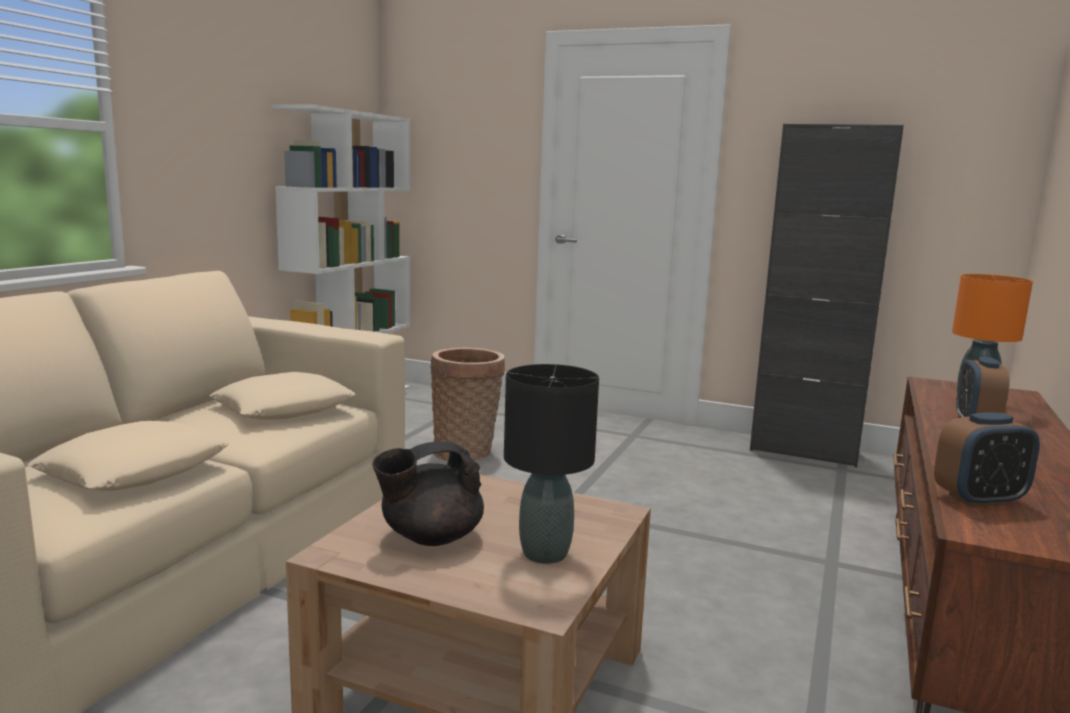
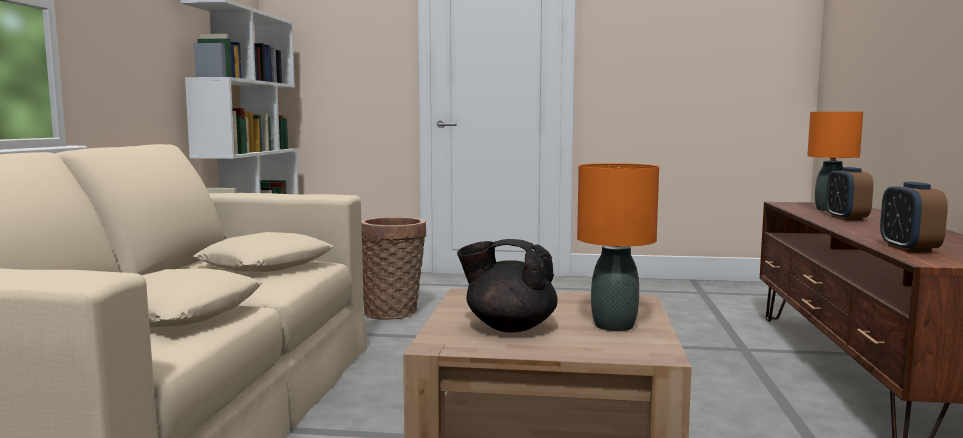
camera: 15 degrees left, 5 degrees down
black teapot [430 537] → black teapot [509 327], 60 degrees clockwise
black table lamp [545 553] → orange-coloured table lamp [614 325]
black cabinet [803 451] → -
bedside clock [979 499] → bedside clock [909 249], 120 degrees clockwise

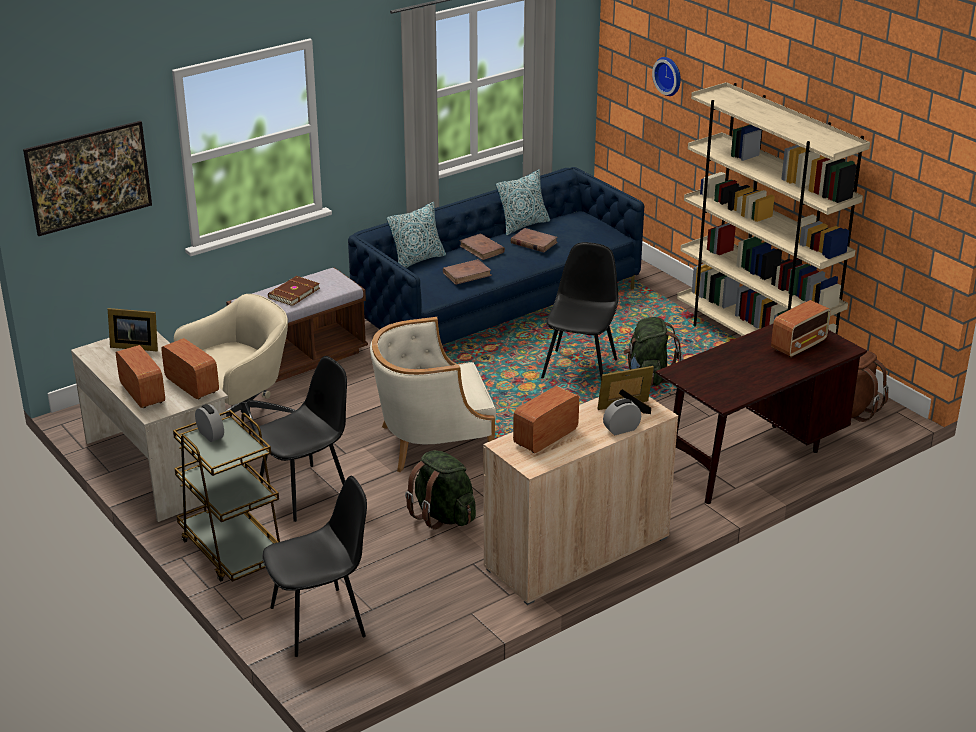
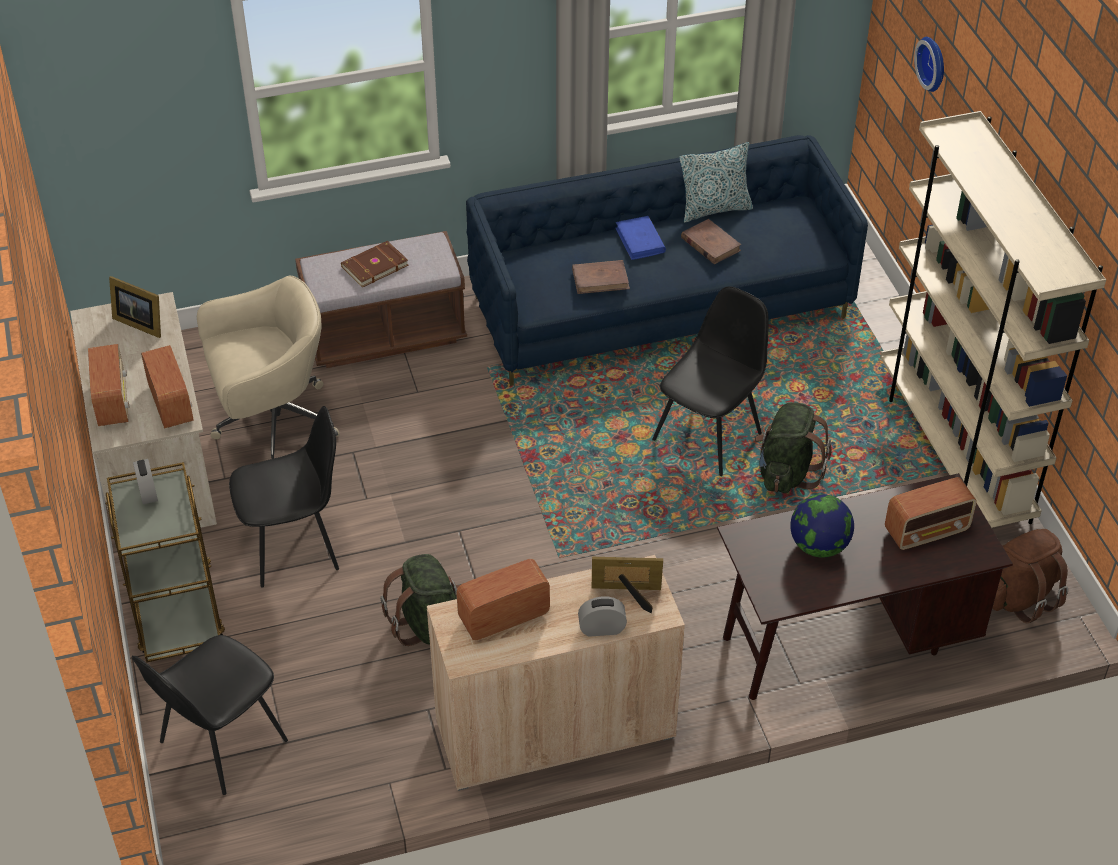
camera: 20 degrees right, 15 degrees up
picture [92 198] → -
black plain chair [320 621] → black plain chair [220 743], 135 degrees clockwise
beige-coloured lounge chair [433 442] → -
pillow [417 260] → -
brown book [482 249] → bluish book [640 240]
- → desk globe [819 546]

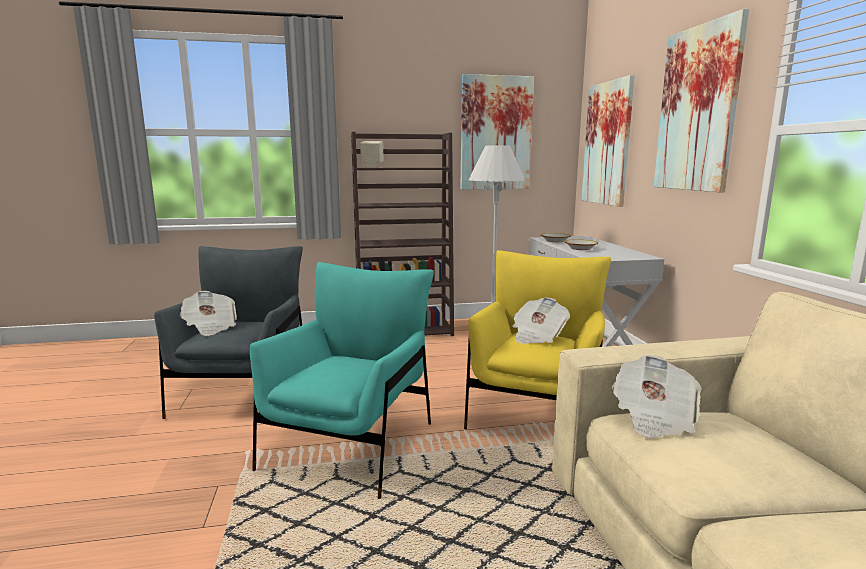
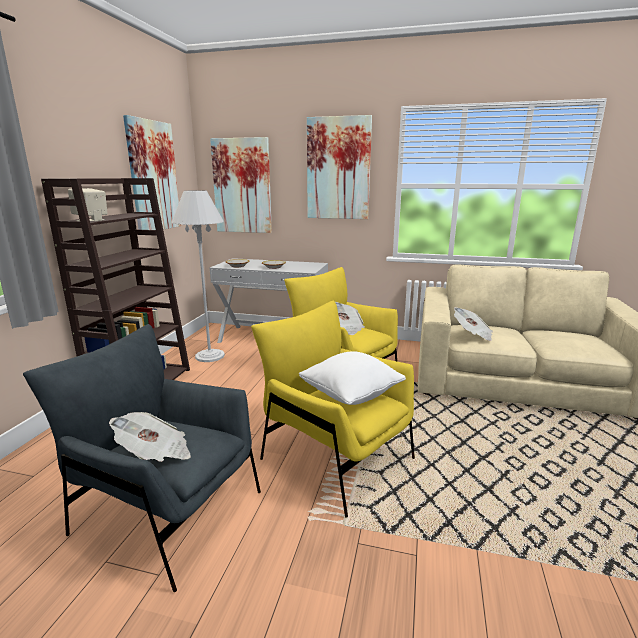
camera: 65 degrees left, 5 degrees up
blue-green lounge chair [350 444] → yellow-coloured lounge chair [336 458]
- → white-coloured pillow [351 395]

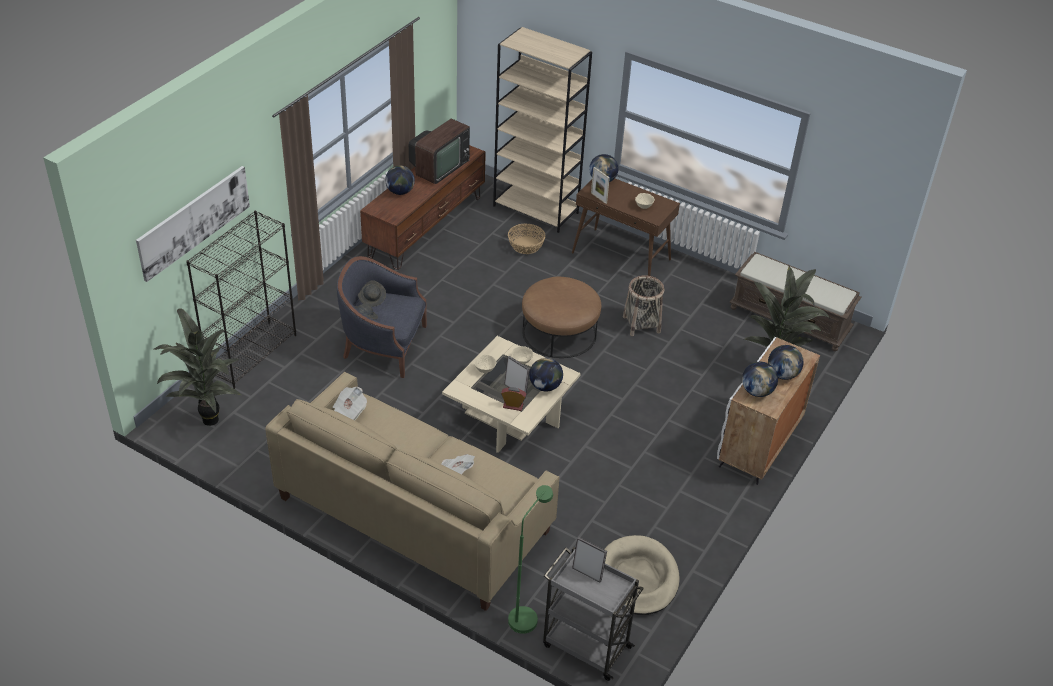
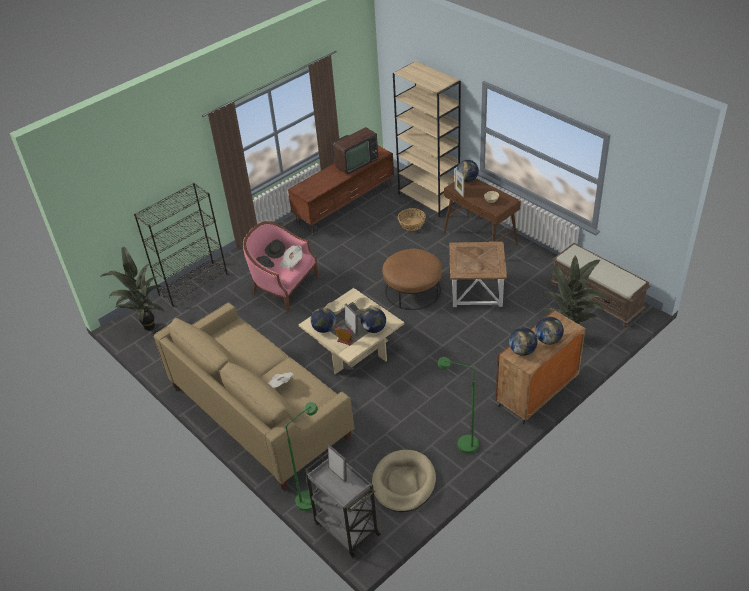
camera: 20 degrees right, 0 degrees up
picture [194 221] → -
printed paper [347 413] → printed paper [291 262], moved
bluish lounge chair [383 345] → pink-coloured lounge chair [284 287]
desk globe [400 192] → desk globe [324 329], moved
basket [641 324] → brown accent table [477 291]
white-coloured cabinet [759 444] → brown cabinet [537 392]
- → green standard lamp [461 444]

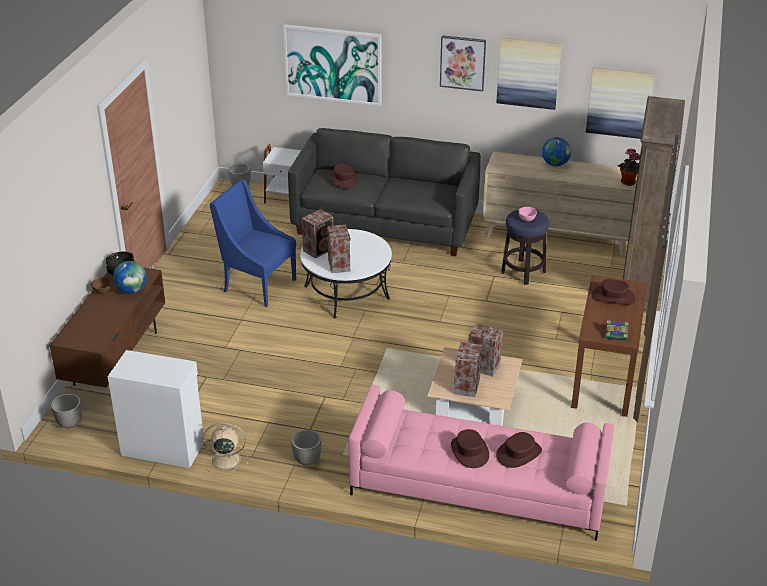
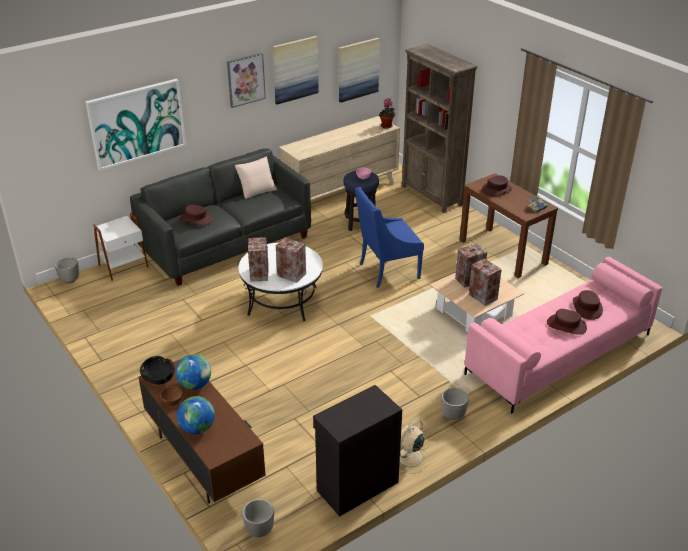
camera: 50 degrees left, 0 degrees up
white-coloured cabinet [163 447] → black cabinet [356 486]
bluish lounge chair [257 285] → bluish lounge chair [387 271], moved
desk globe [555 164] → desk globe [197 428], moved
- → beige-coloured pillow [256 190]

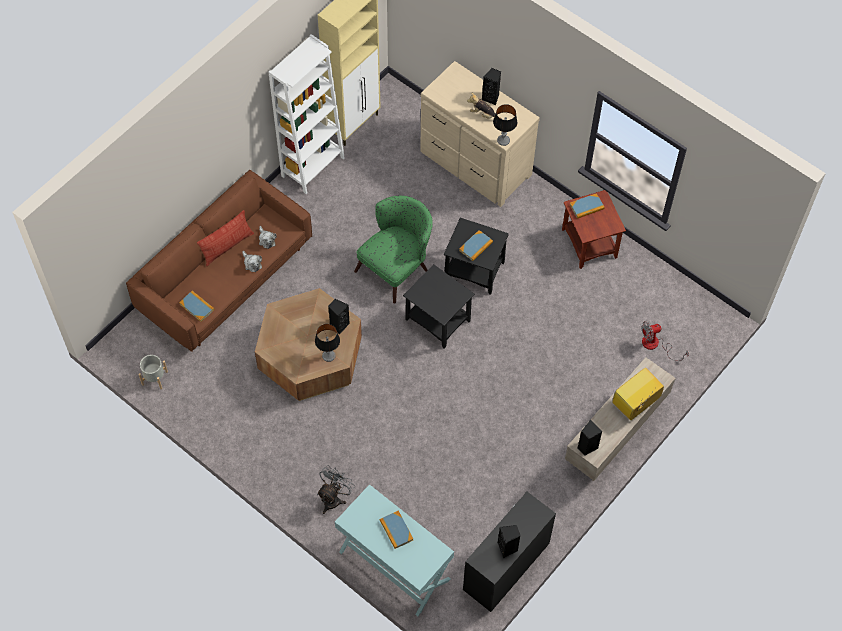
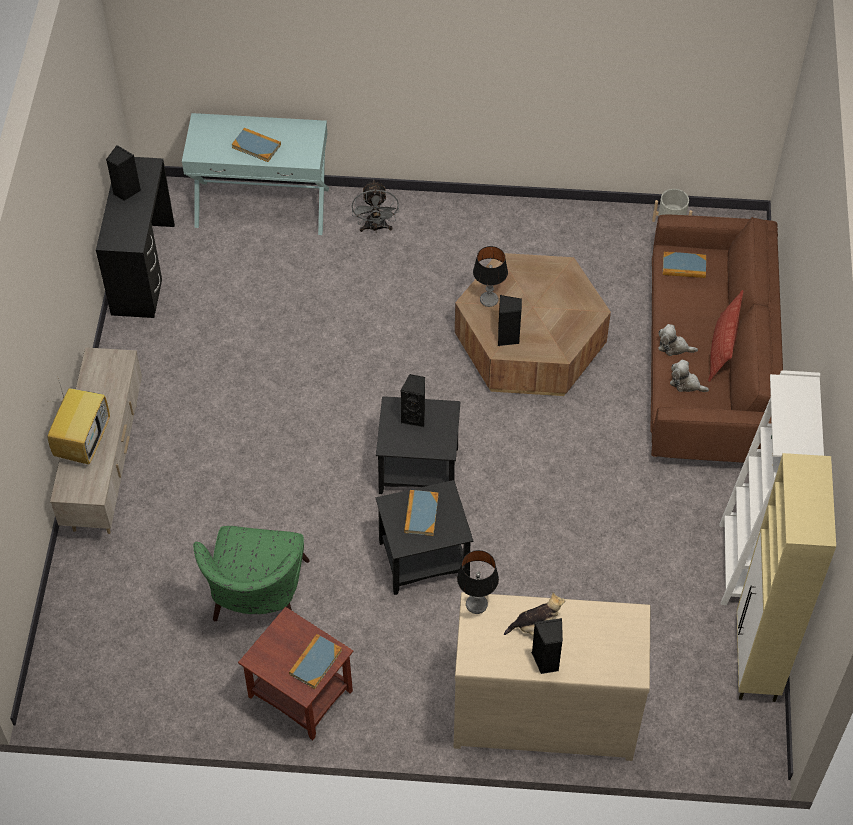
camera: 145 degrees right, 5 degrees down
green lounge chair [397 267] → green lounge chair [257 601], moved
black speaker [586 447] → black speaker [415 417], moved
cooling fan [656 345] → -

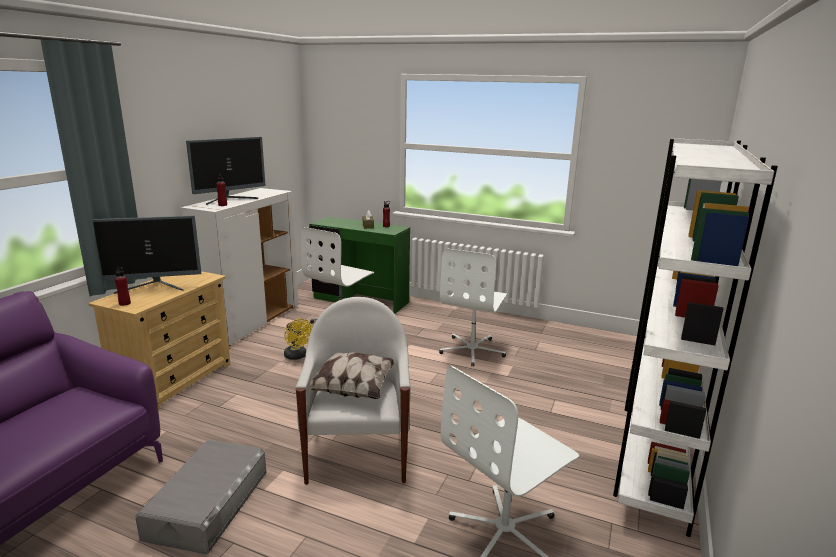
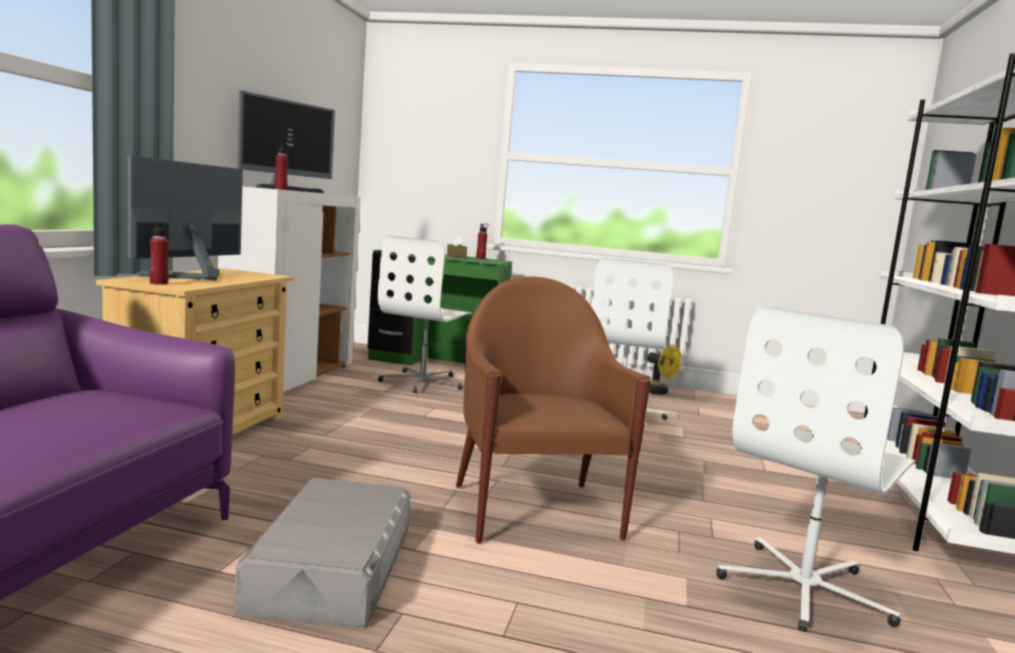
camera: 10 degrees left, 10 degrees down
computer display [154 287] → computer display [193 276], 135 degrees clockwise
yellow-coloured cooling fan [297 356] → yellow-coloured cooling fan [658 392], moved
white-coloured lounge chair [358 453] → brown lounge chair [535 510]
pillow [352 389] → -

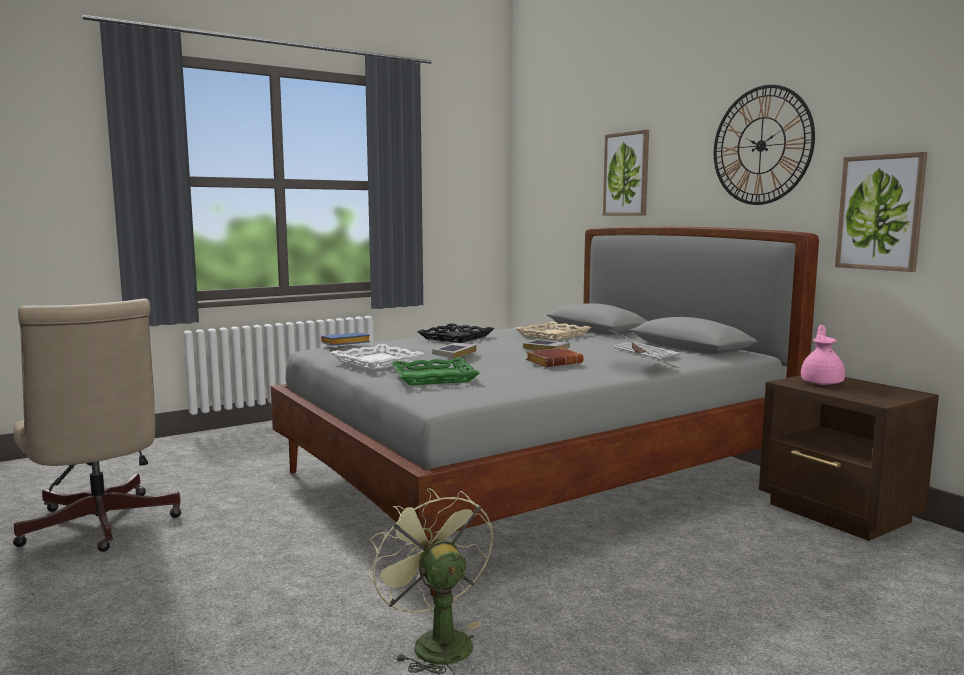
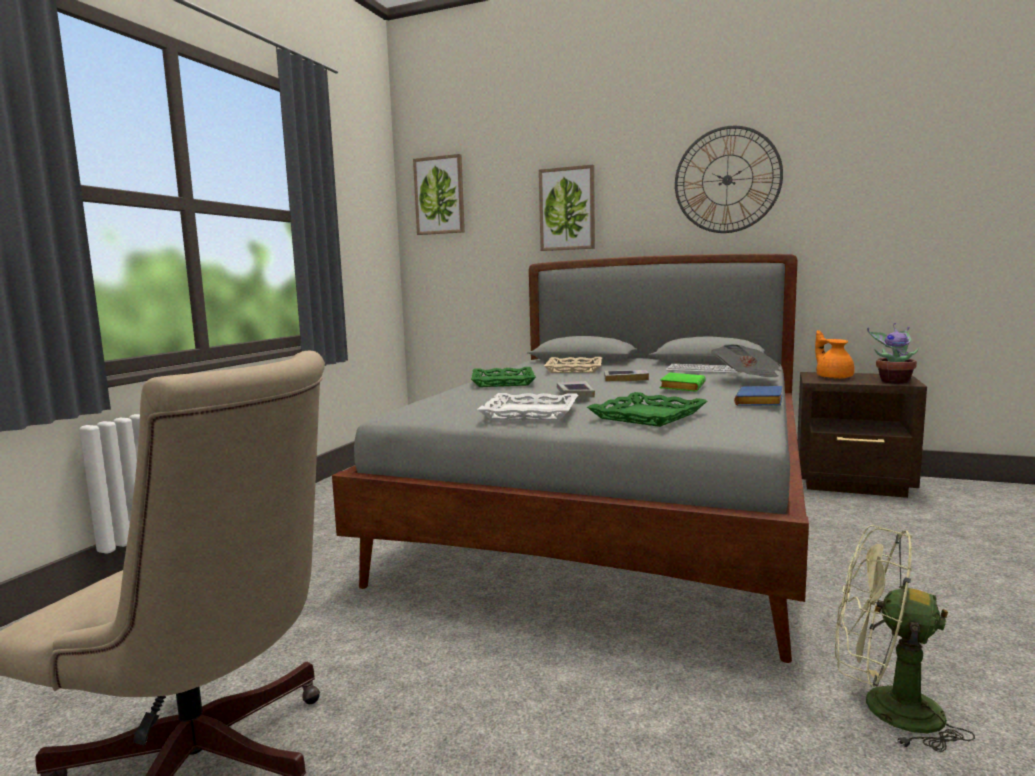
camera: 35 degrees left, 0 degrees up
bluish book [345 344] → bluish book [761 402], moved
black tray [456 337] → green tray [503 382]
brown book [554 362] → green book [681 387]
pink-coloured teapot [822 382] → orange-coloured teapot [833 377]
picture [880 212] → picture [439 195], moved
- → potted plant [893 381]

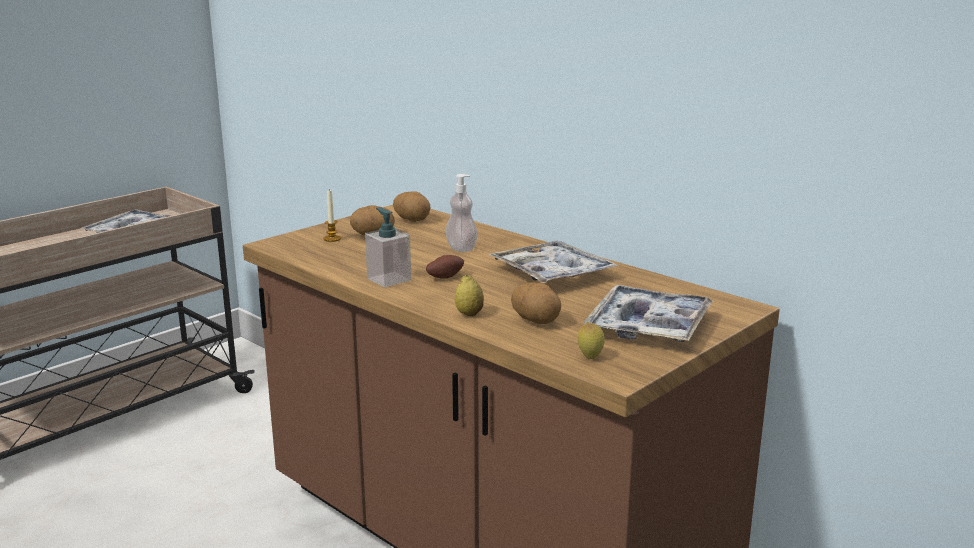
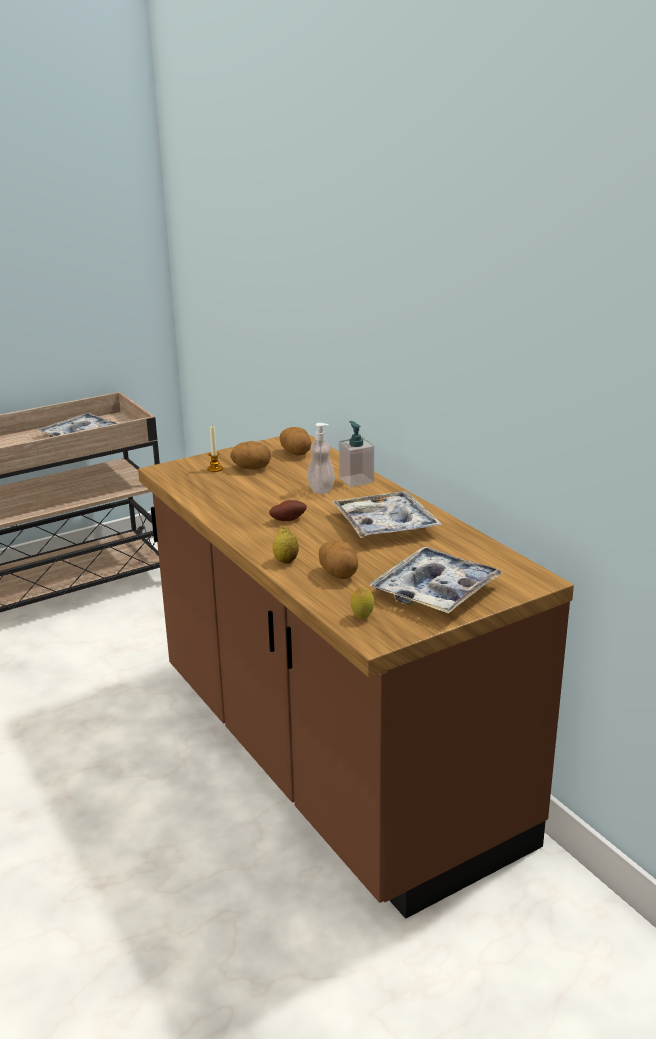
camera: 15 degrees right, 5 degrees up
liquid soap bottle [388 279] → liquid soap bottle [356 480], moved

